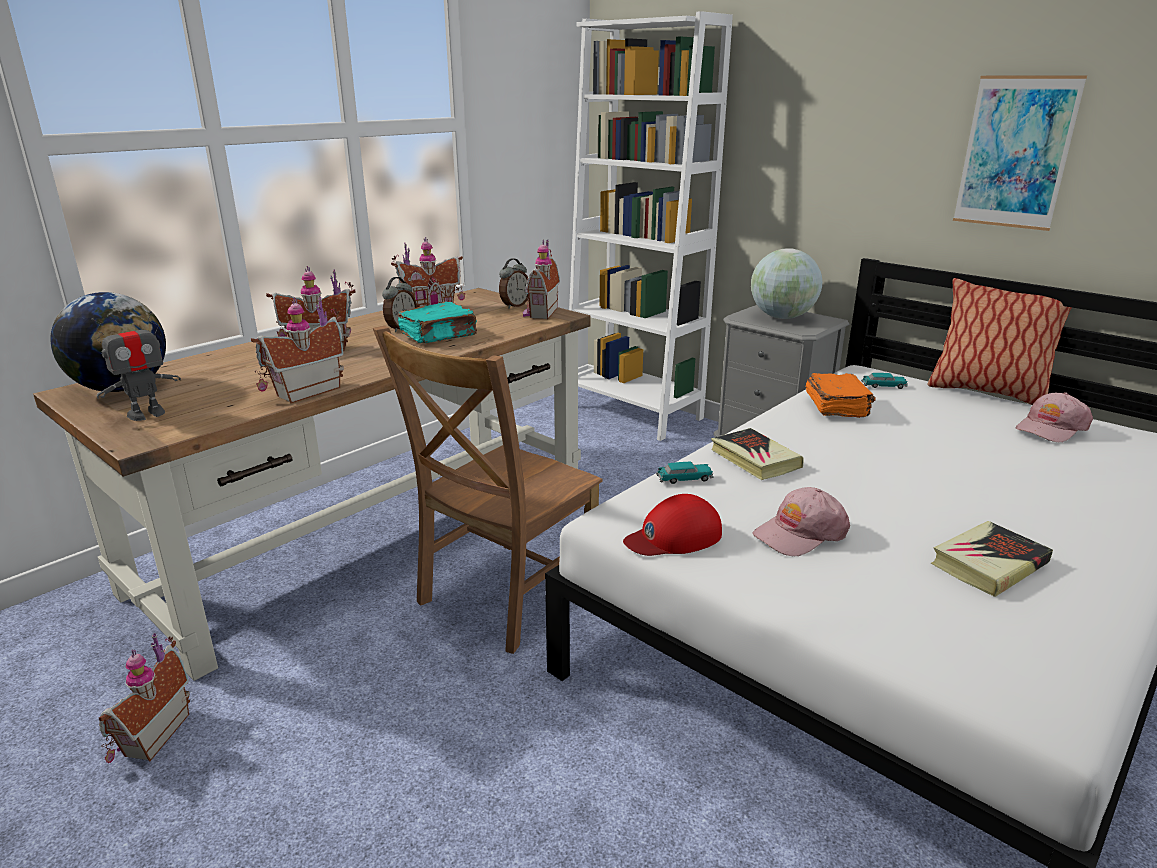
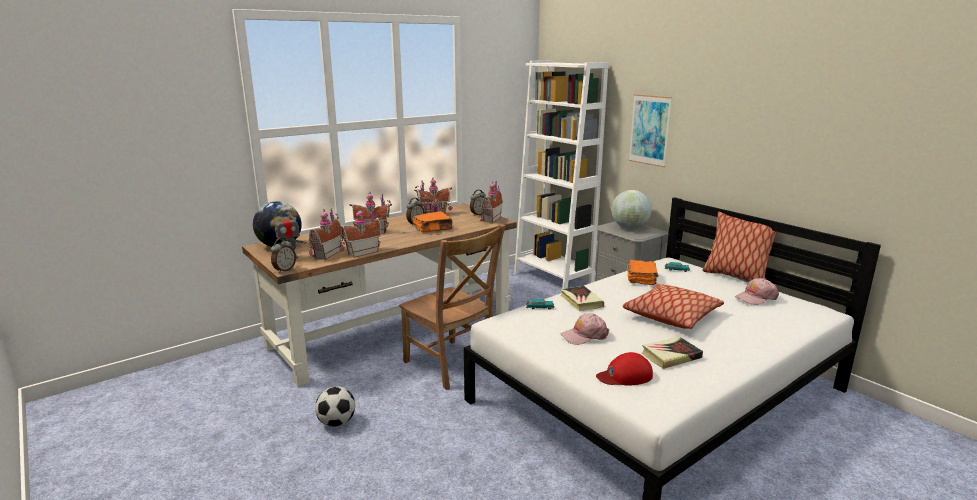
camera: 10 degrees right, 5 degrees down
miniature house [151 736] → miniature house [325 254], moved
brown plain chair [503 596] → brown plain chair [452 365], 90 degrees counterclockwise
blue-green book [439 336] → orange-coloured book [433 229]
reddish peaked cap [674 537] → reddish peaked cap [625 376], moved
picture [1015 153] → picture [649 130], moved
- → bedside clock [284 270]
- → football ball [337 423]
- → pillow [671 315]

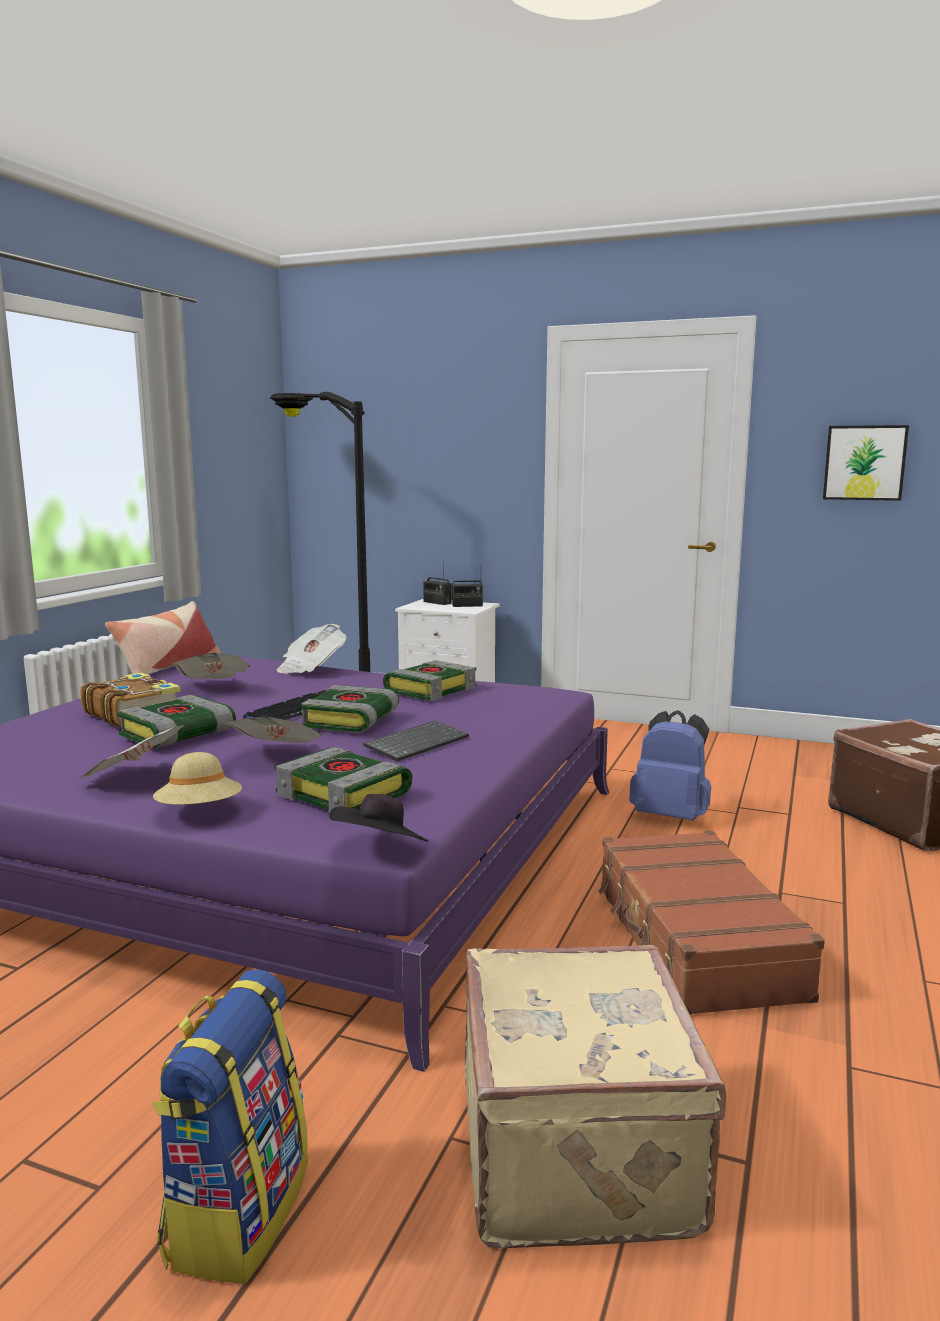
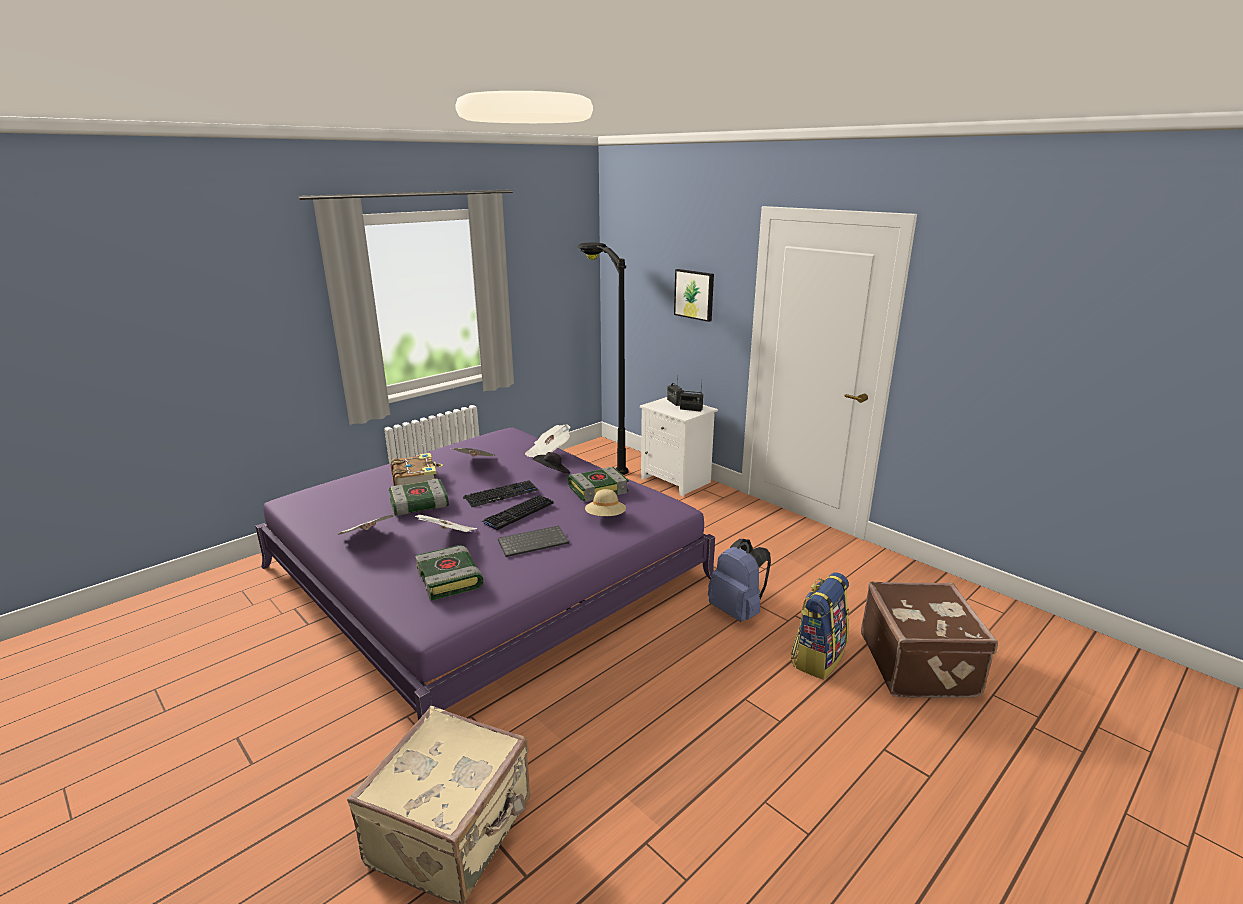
camera: 25 degrees right, 10 degrees up
pillow [168 666] → -
backpack [236 1212] → backpack [817 657], moved
beige-coloured wearable hat [200 812] → beige-coloured wearable hat [605 517], moved
book [352 721] → keyboard [518 513]
black wearable hat [380 849] → black wearable hat [552 473], moved
brown piece of luggage [695 941] → -
picture [864 463] → picture [694 294], moved

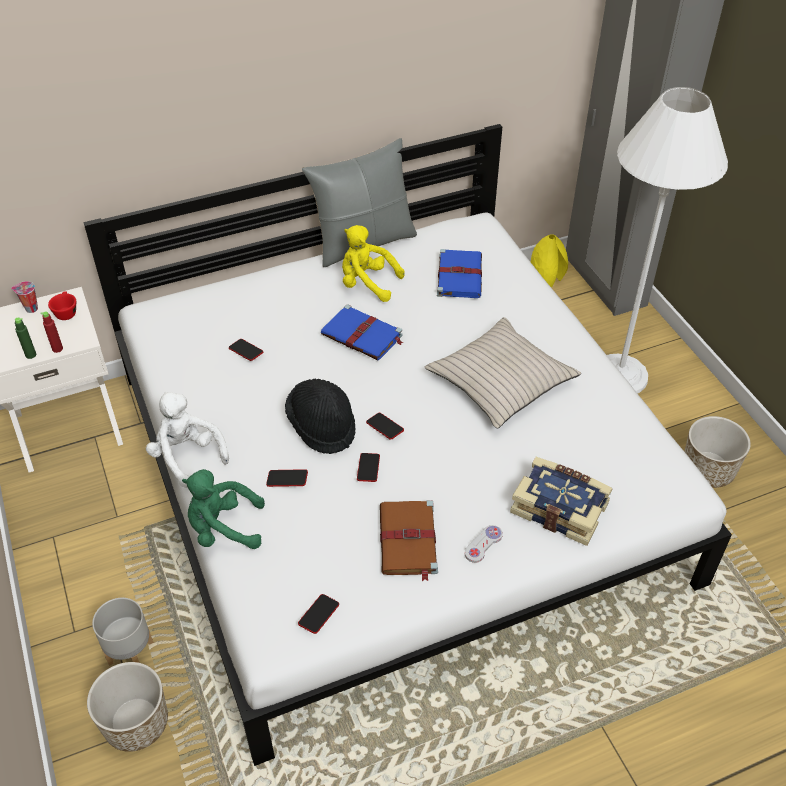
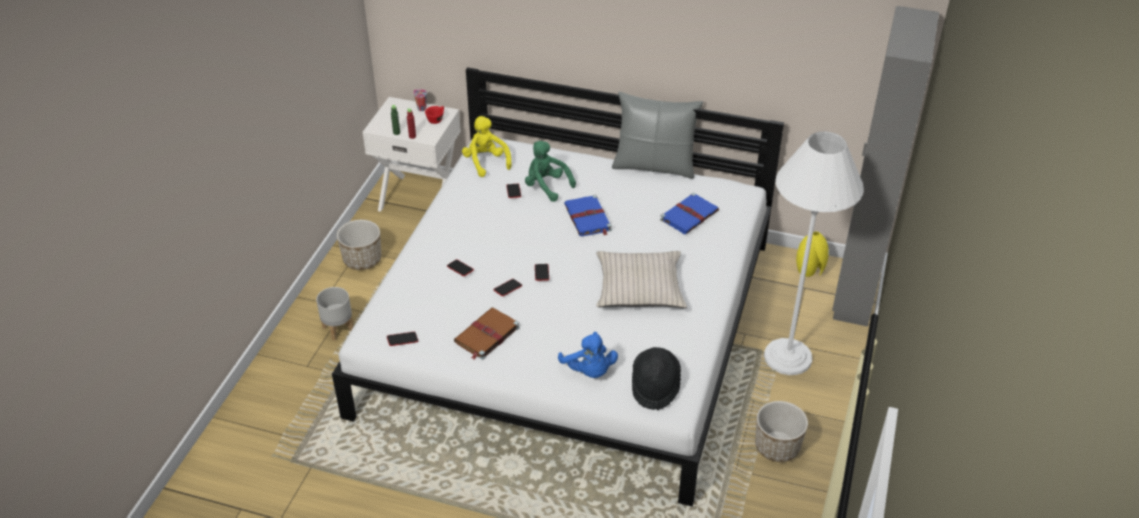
camera: 40 degrees right, 5 degrees down
planter [136 723] → planter [362 260], moved
white-coloured soft toy [187 456] → -
green soft toy [223 528] → green soft toy [546 186], moved
black wearable hat [322 426] → black wearable hat [655 386], moved
yellow-coloured soft toy [367 283] → yellow-coloured soft toy [486 162], moved
white-coloured gamepad [483 544] → -
book [560 507] → bluish soft toy [589 371]

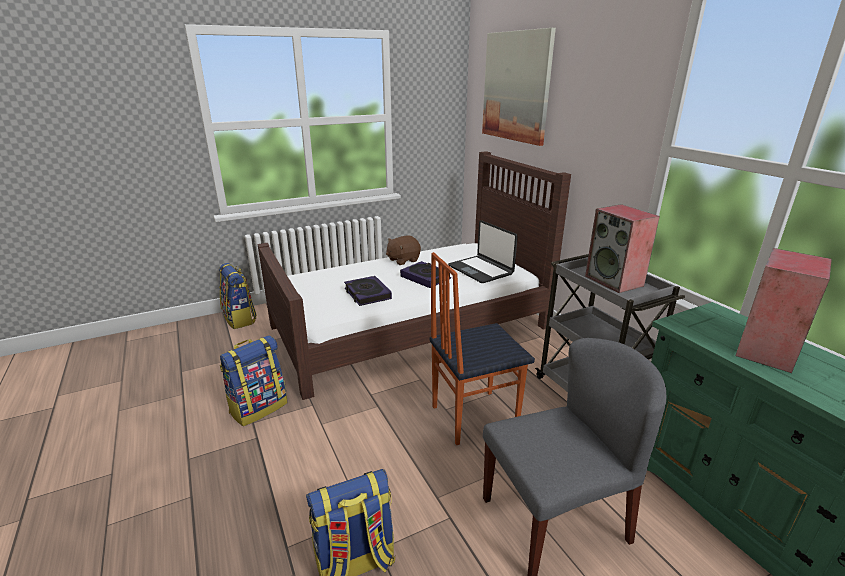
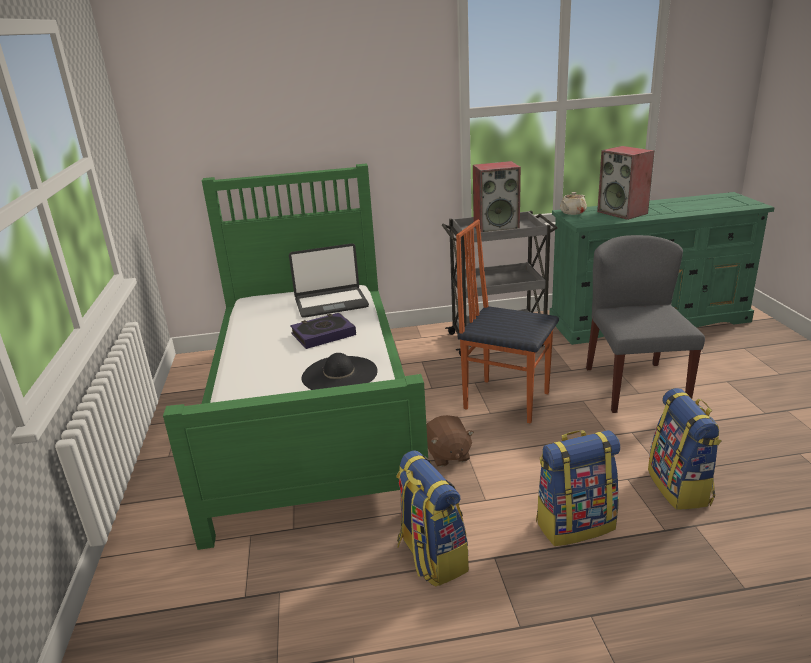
camera: 70 degrees left, 0 degrees up
backpack [240 319] → backpack [575 524], moved
brown sleeping bed [411 326] → green sleeping bed [312 413]
book [367 294] → black wearable hat [339 374]
brown soft toy [403 260] → brown soft toy [448 455], moved
plain chair [473 416] → plain chair [506 400], 120 degrees clockwise
picture [516 87] → -
- → beige-coloured teapot [572 212]

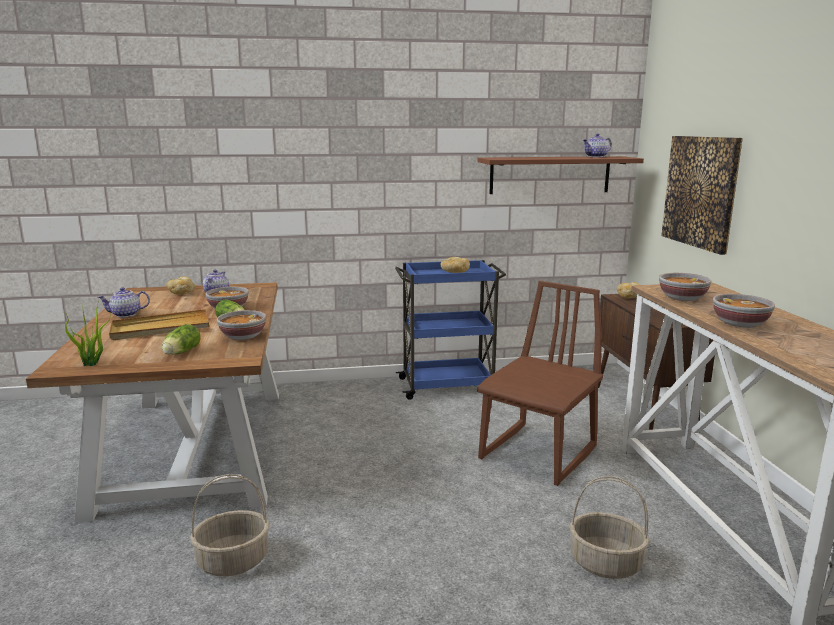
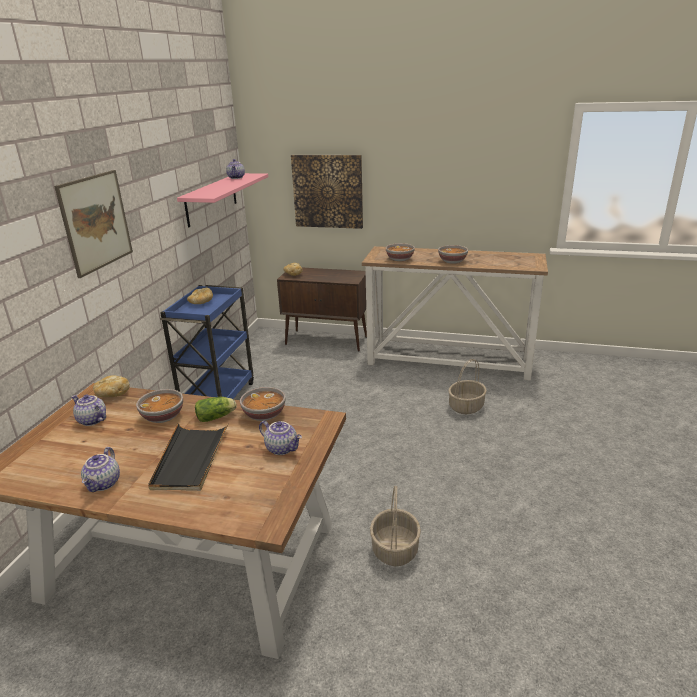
camera: 65 degrees left, 10 degrees up
potted plant [92 364] → -
beige-coloured tray [160 328] → black tray [190 459]
lettuce head [180 353] → teapot [282 448]
baked bread [181 293] → baked bread [112 394], moved
brown bracket shelf [550 175] → pink-coloured bracket shelf [211 199]
brown plain chair [539 454] → -
- → picture [96 222]

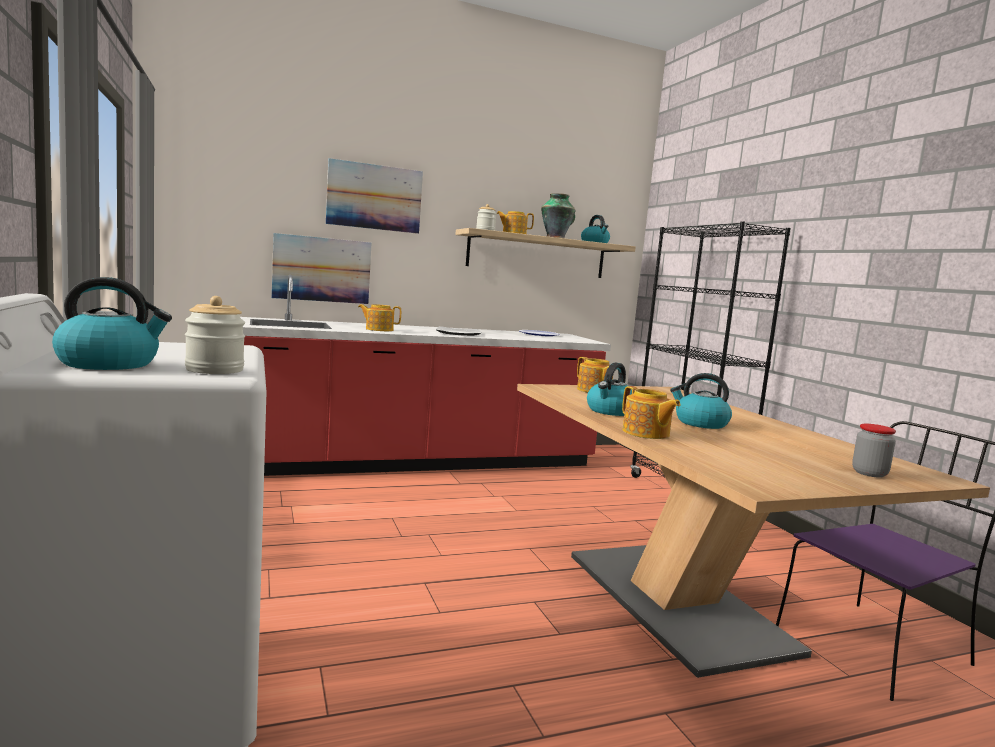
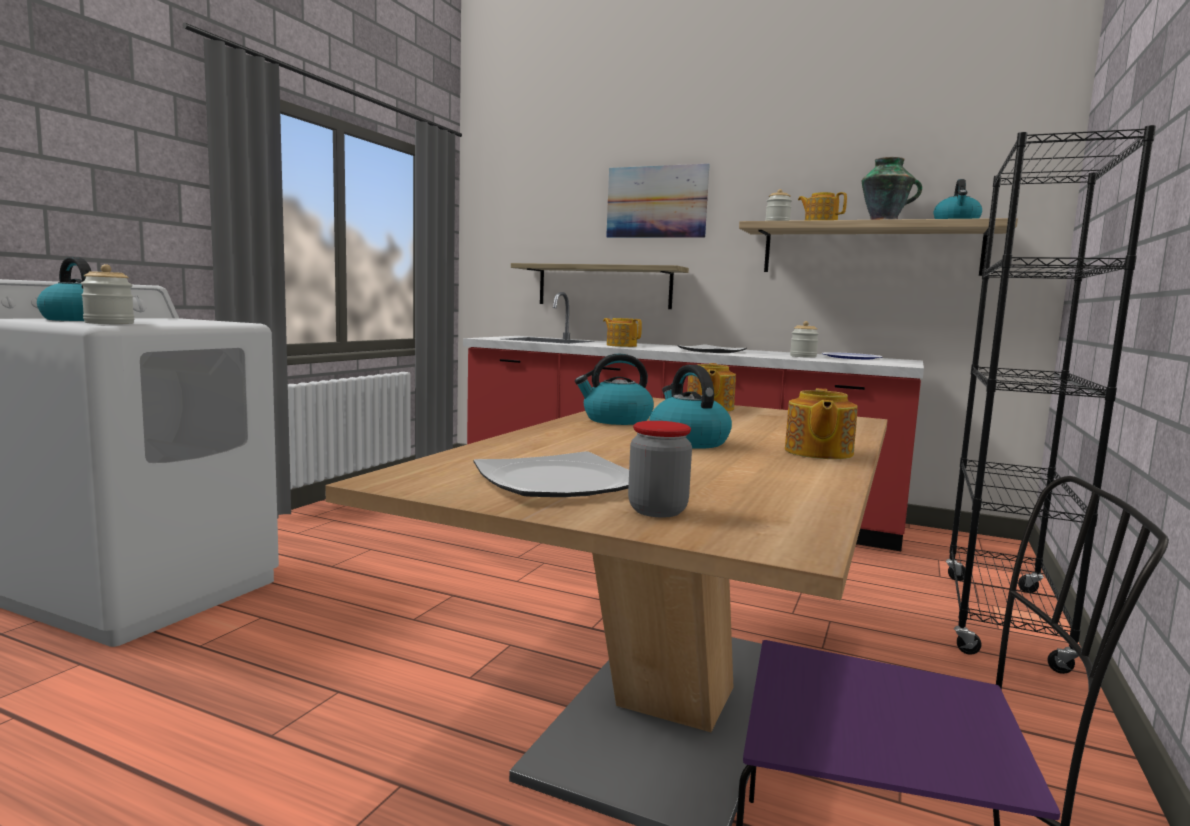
camera: 45 degrees right, 0 degrees up
picture [322 269] → bracket shelf [604 286]
teapot [646 433] → teapot [817 452], moved
- → dinner plate [559 481]
- → jar [803 356]

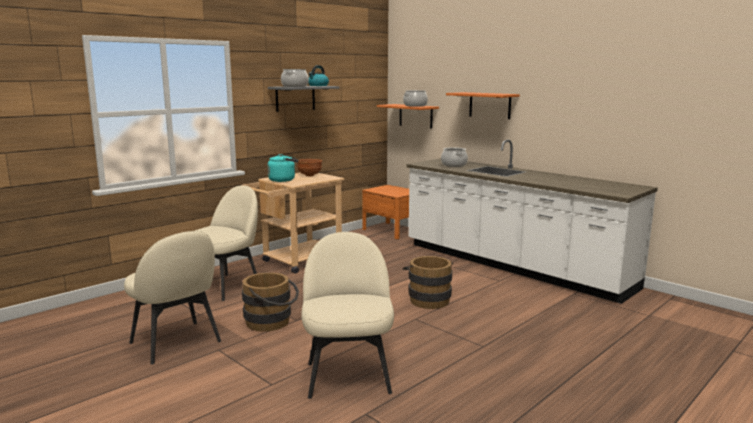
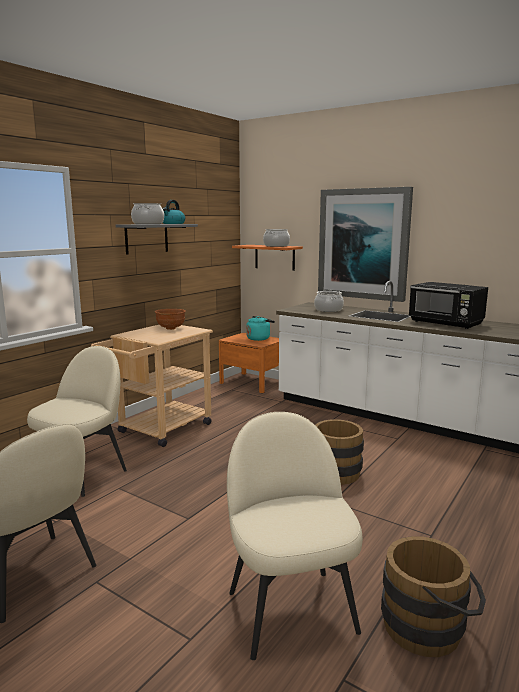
camera: 10 degrees left, 0 degrees up
brown bucket [272 322] → brown bucket [429 627], moved
blue-green water kettle [283 180] → blue-green water kettle [259 338], moved
orange-coloured bracket shelf [490 105] → picture [363 244]
- → black microwave oven [446 323]

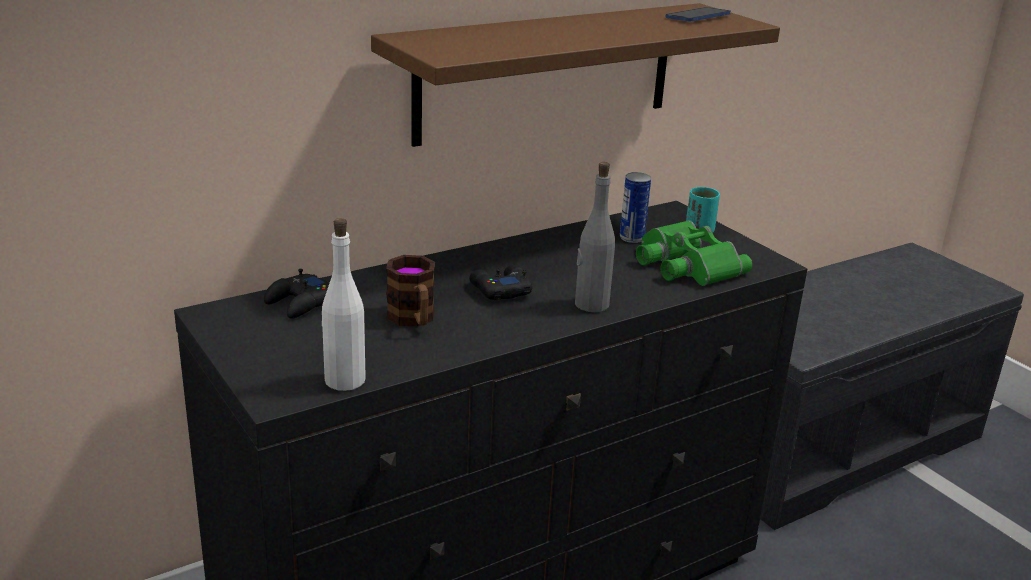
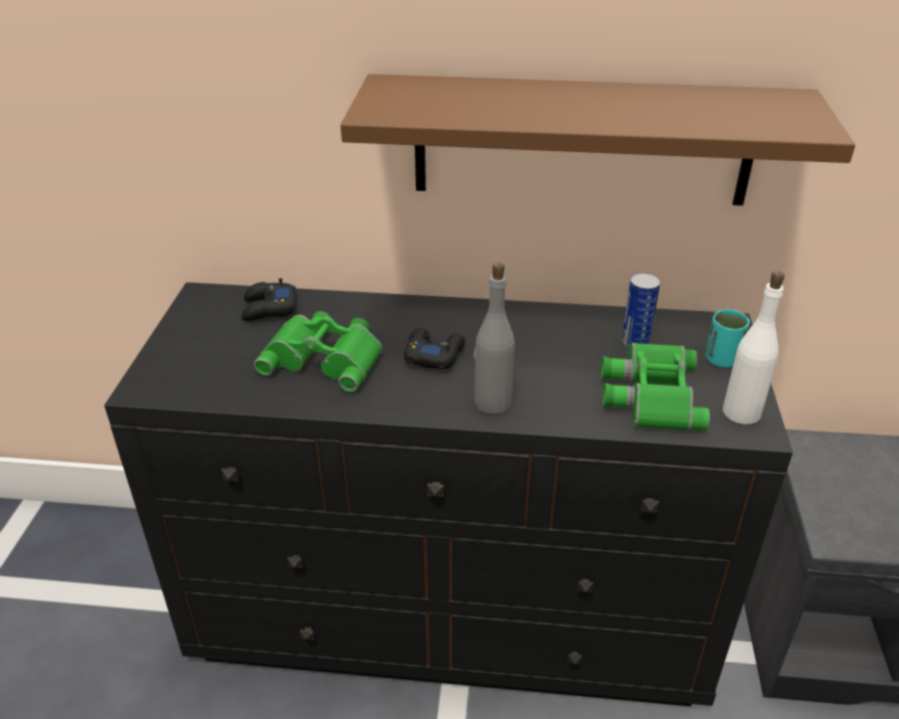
camera: 40 degrees right, 10 degrees up
white-coloured bottle [344 380] → white-coloured bottle [741 412], moved
coffee mug [414 320] → green field glasses [326 357]
phone [697 17] → -

